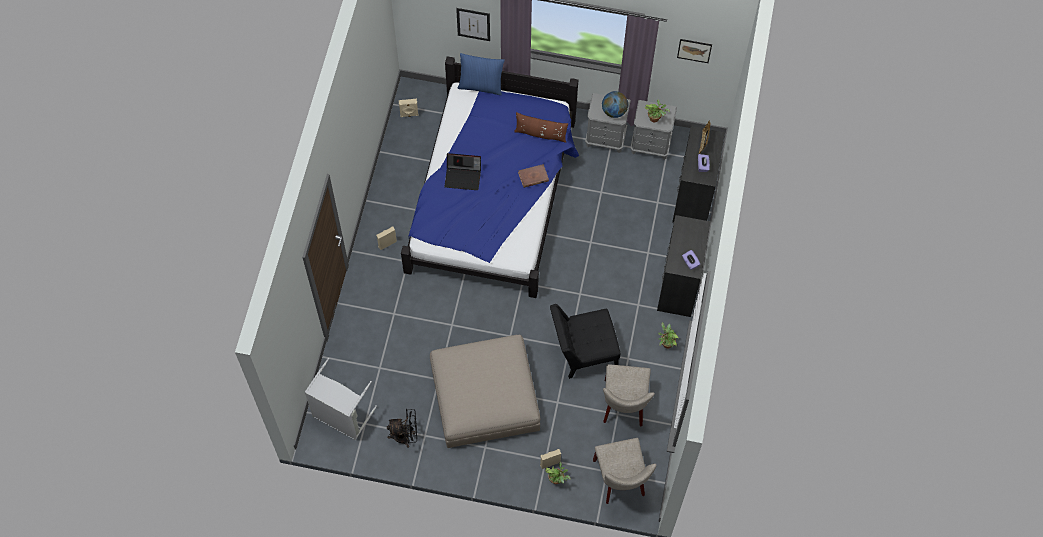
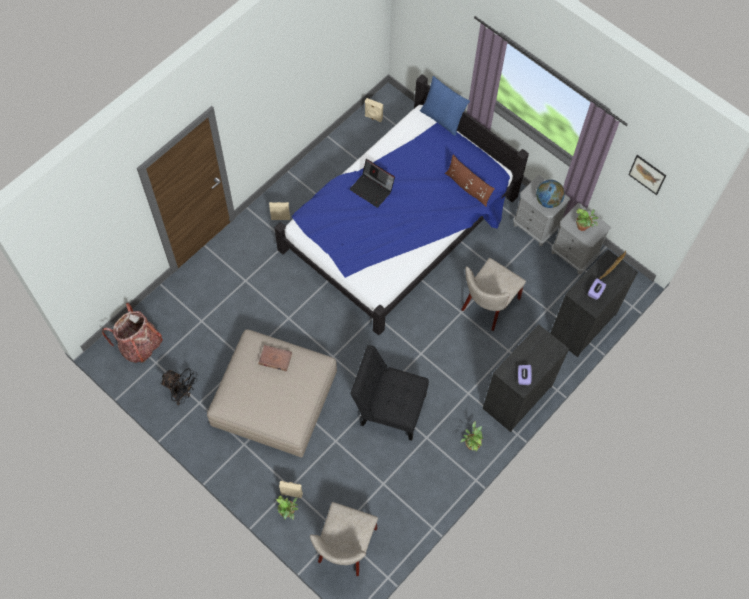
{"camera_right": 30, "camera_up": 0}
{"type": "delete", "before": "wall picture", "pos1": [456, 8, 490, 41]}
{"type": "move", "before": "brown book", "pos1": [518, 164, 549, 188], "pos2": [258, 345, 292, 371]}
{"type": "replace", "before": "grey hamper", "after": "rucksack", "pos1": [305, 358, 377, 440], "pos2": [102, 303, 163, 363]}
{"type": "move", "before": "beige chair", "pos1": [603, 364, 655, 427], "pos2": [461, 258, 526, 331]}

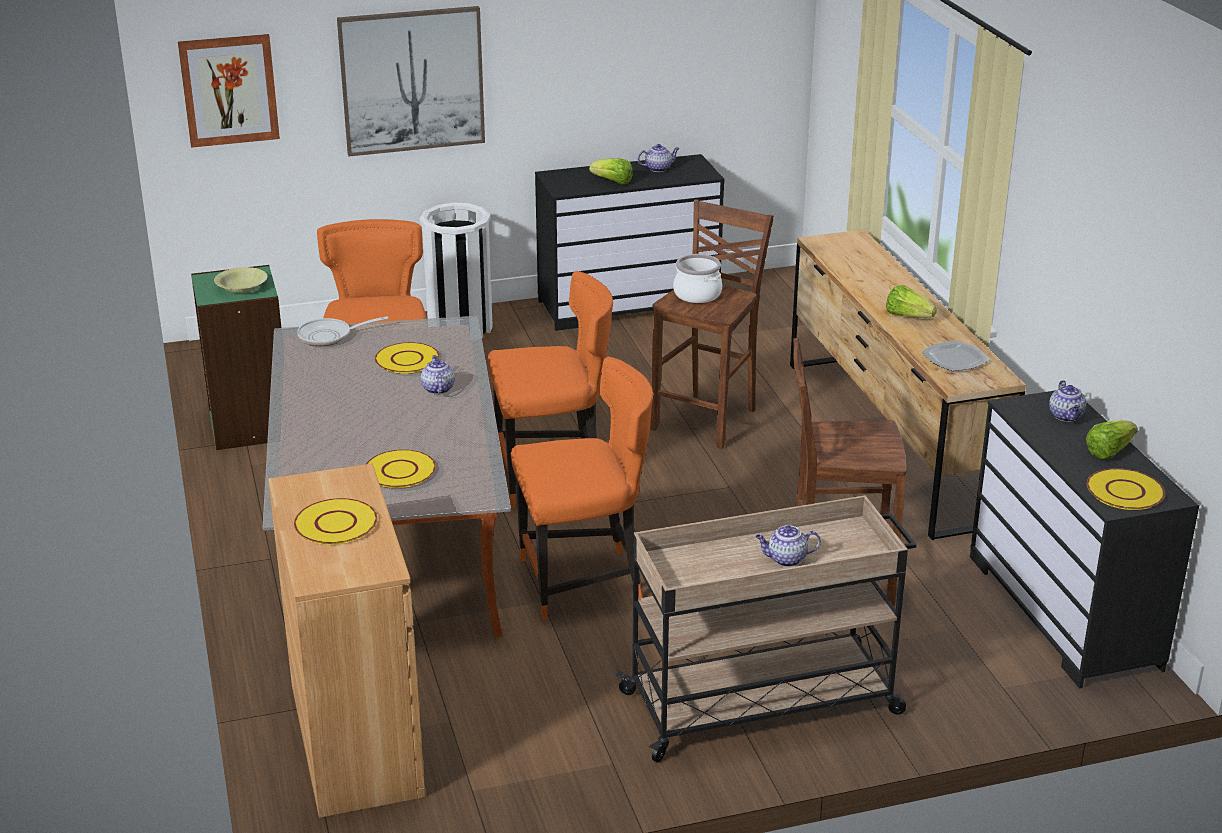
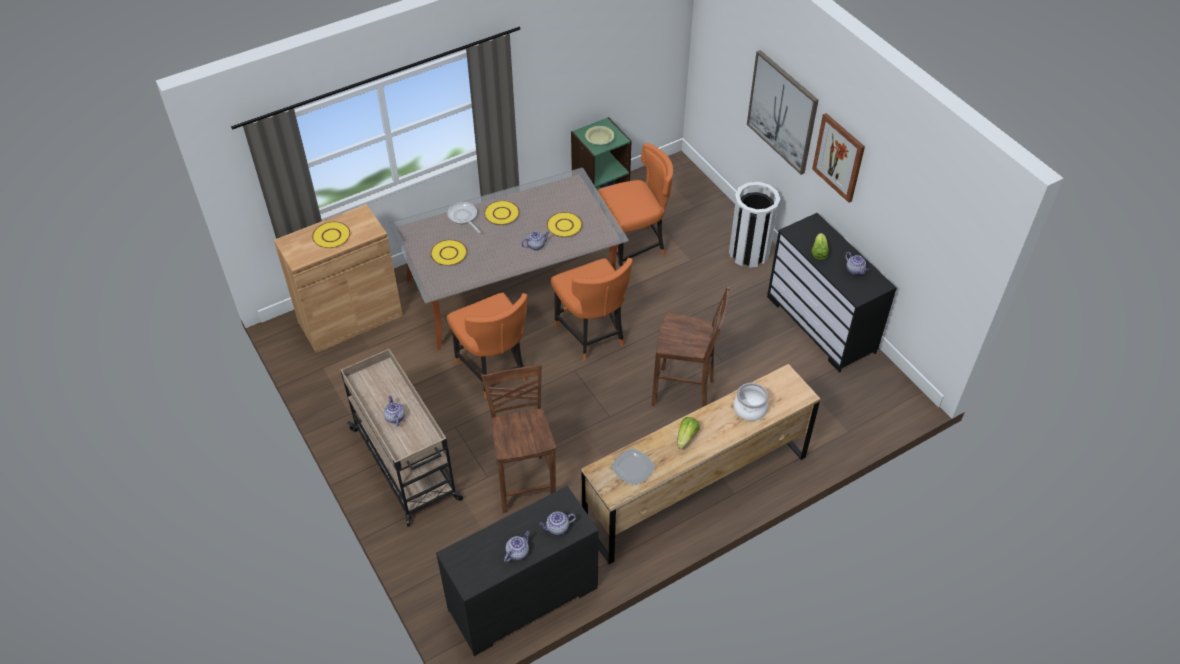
{"camera_right": 75, "camera_up": 20}
{"type": "move", "before": "wall picture", "pos1": [178, 34, 280, 148], "pos2": [812, 113, 865, 203]}
{"type": "move", "before": "saucepot", "pos1": [673, 254, 722, 303], "pos2": [734, 383, 768, 421]}
{"type": "move", "before": "skillet", "pos1": [297, 316, 388, 346], "pos2": [447, 202, 481, 233]}
{"type": "replace", "before": "lettuce head", "after": "teapot", "pos1": [1086, 420, 1138, 459], "pos2": [504, 530, 530, 562]}
{"type": "move", "before": "yellowish flat dish", "pos1": [1087, 468, 1165, 510], "pos2": [484, 200, 520, 225]}

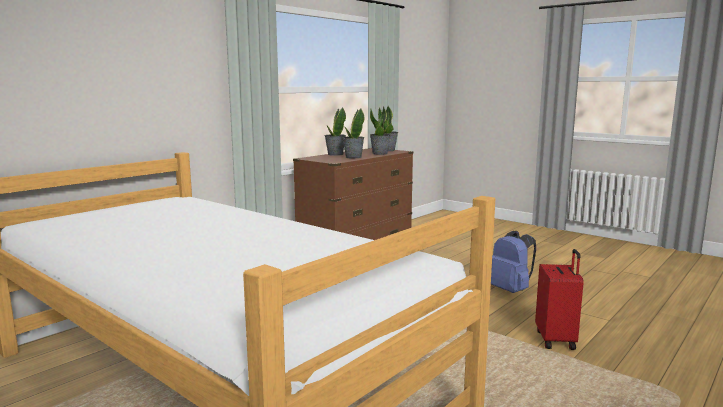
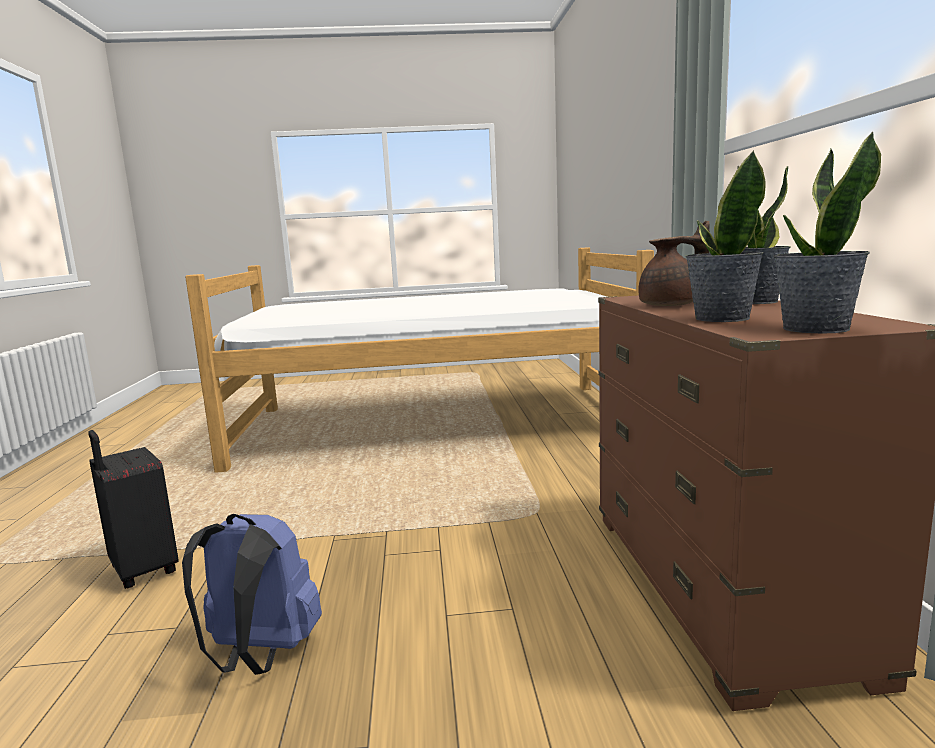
{"camera_right": 135, "camera_up": 0}
{"type": "replace", "before": "plant in a pot", "after": "brown teapot", "pos1": [342, 109, 364, 159], "pos2": [638, 221, 710, 306]}
{"type": "recolor", "before": "red suitcase", "after": "black suitcase", "pos1": [535, 249, 584, 350], "pos2": [88, 430, 178, 589]}

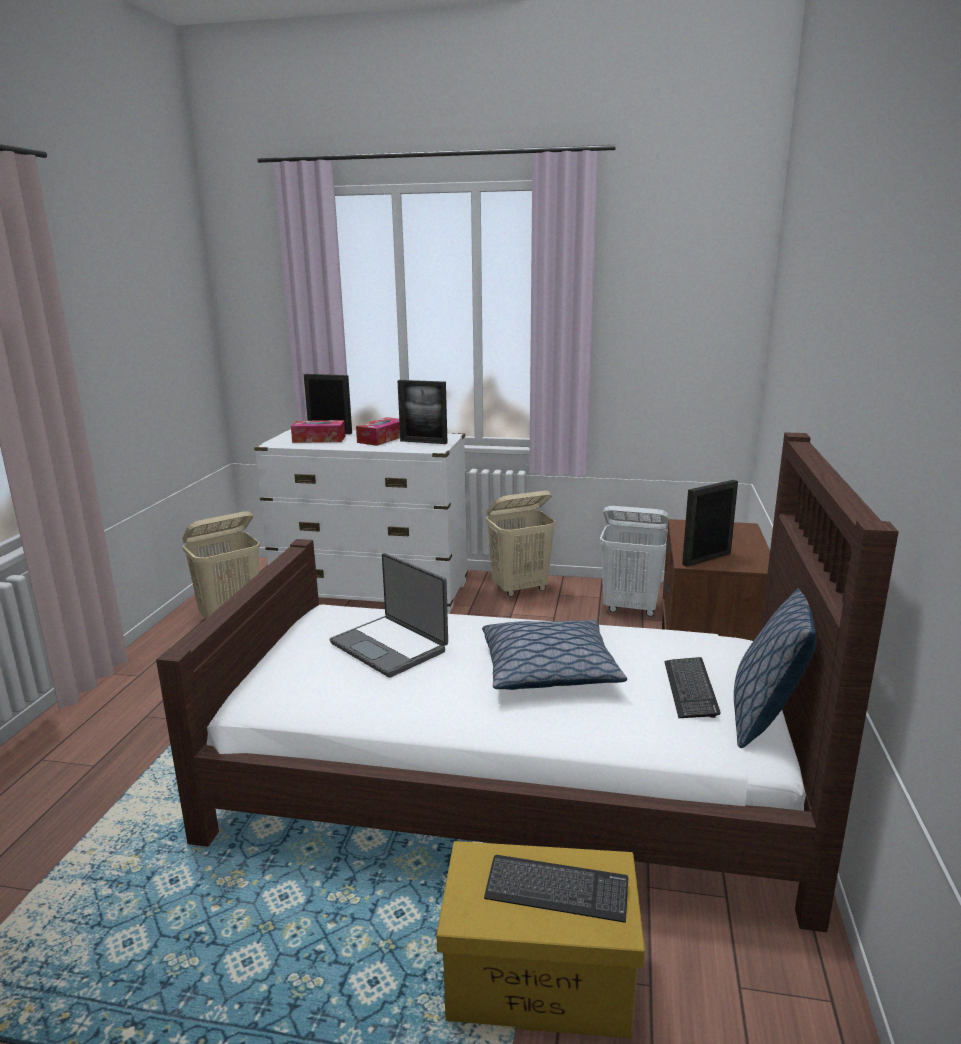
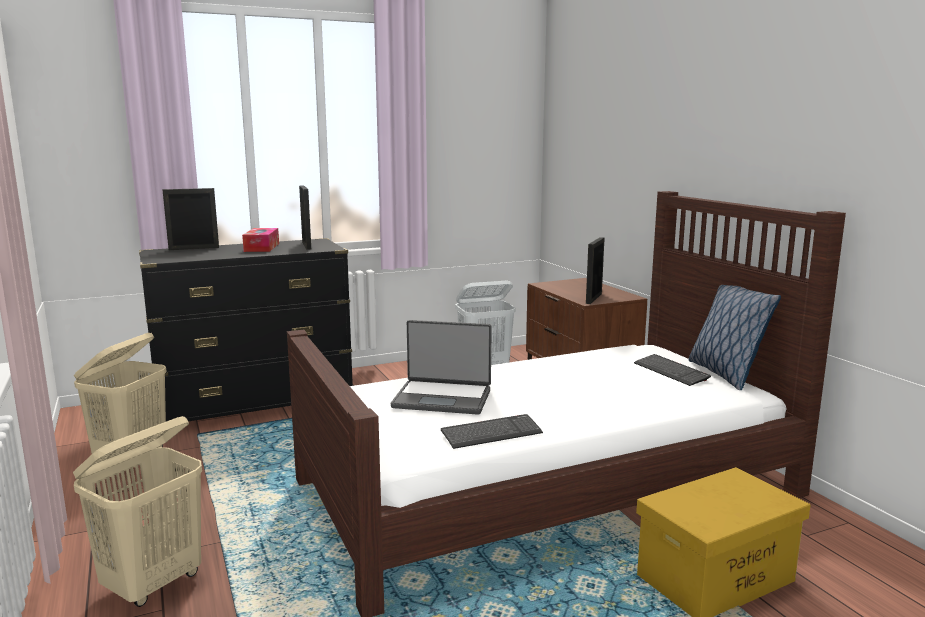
{"camera_right": -35, "camera_up": -5}
{"type": "rotate", "before": "picture frame", "pos1": [398, 380, 448, 444], "pos2": [299, 185, 311, 250], "turn": 90}
{"type": "delete", "before": "tissue holder", "pos1": [291, 420, 346, 443]}
{"type": "recolor", "before": "white-coloured dresser", "after": "black dresser", "pos1": [254, 428, 468, 614], "pos2": [139, 238, 353, 421]}
{"type": "move", "before": "beige hamper", "pos1": [486, 491, 555, 597], "pos2": [73, 416, 202, 607]}
{"type": "delete", "before": "throw pillow", "pos1": [482, 620, 627, 690]}
{"type": "move", "before": "keyboard", "pos1": [484, 855, 628, 923], "pos2": [441, 414, 543, 449]}

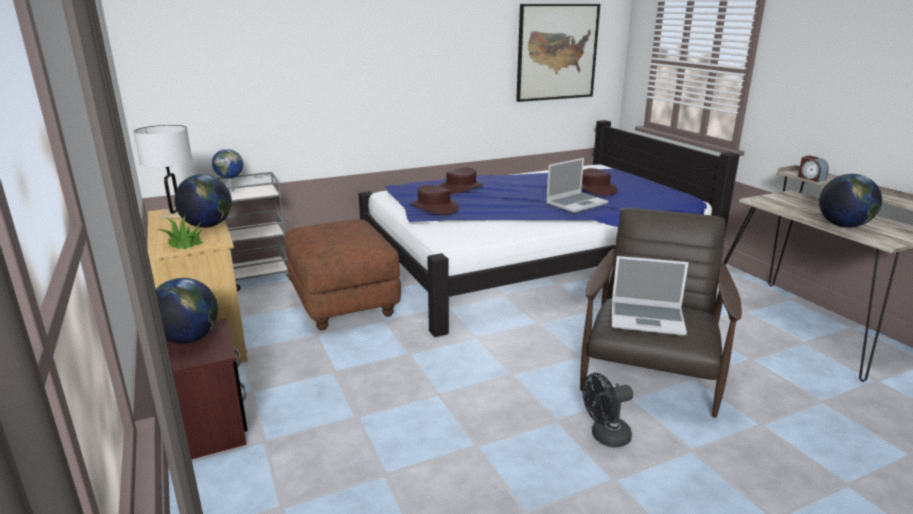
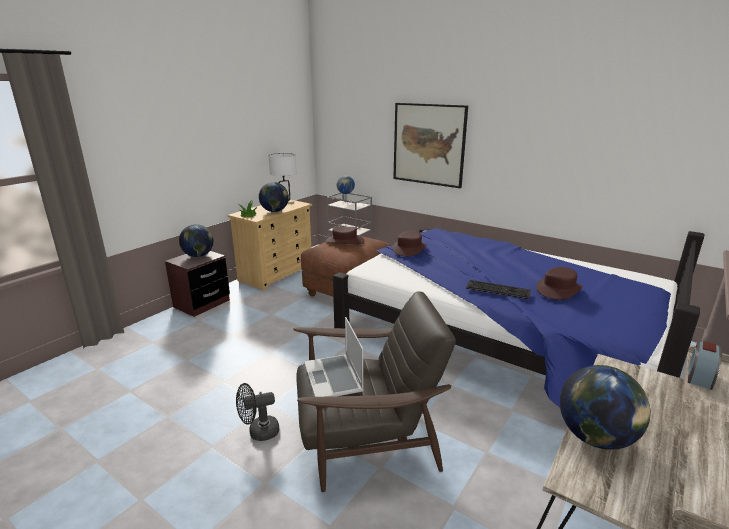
{"camera_right": 60, "camera_up": 0}
{"type": "move", "before": "wall picture", "pos1": [516, 4, 600, 102], "pos2": [393, 103, 468, 188]}
{"type": "replace", "before": "notebook computer", "after": "keyboard", "pos1": [546, 158, 608, 213], "pos2": [466, 280, 531, 299]}
{"type": "move", "before": "brown hat", "pos1": [439, 167, 484, 194], "pos2": [326, 226, 364, 244]}
{"type": "rotate", "before": "black electric fan", "pos1": [583, 373, 633, 448], "pos2": [236, 383, 279, 441], "turn": -60}

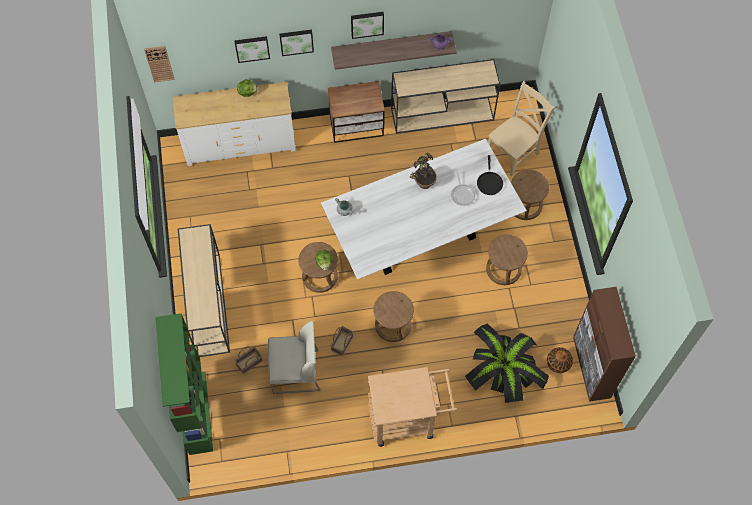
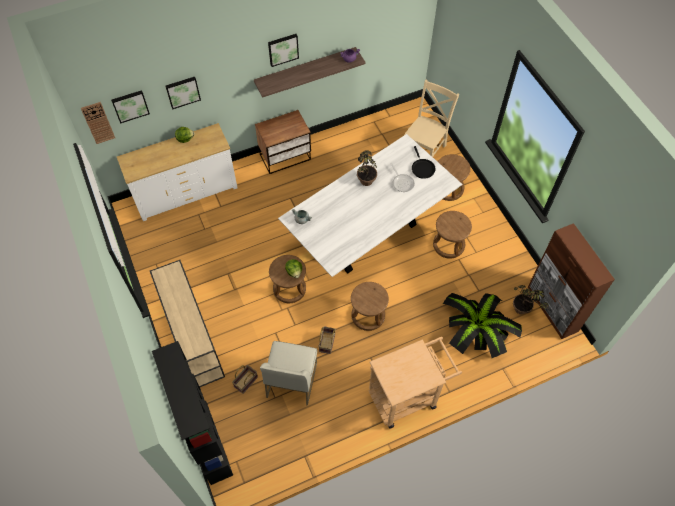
{"camera_right": -15, "camera_up": -5}
{"type": "move", "before": "wall picture", "pos1": [279, 30, 314, 56], "pos2": [111, 90, 150, 124]}
{"type": "delete", "before": "beige console table", "pos1": [391, 59, 500, 134]}
{"type": "recolor", "before": "green-coloured bookshelf", "after": "black bookshelf", "pos1": [155, 313, 213, 455], "pos2": [152, 341, 233, 485]}
{"type": "rotate", "before": "white-coloured chair", "pos1": [268, 321, 321, 394], "pos2": [260, 341, 317, 406], "turn": 120}
{"type": "replace", "before": "decorative vase", "after": "plant in a pot", "pos1": [547, 347, 573, 373], "pos2": [513, 285, 549, 314]}

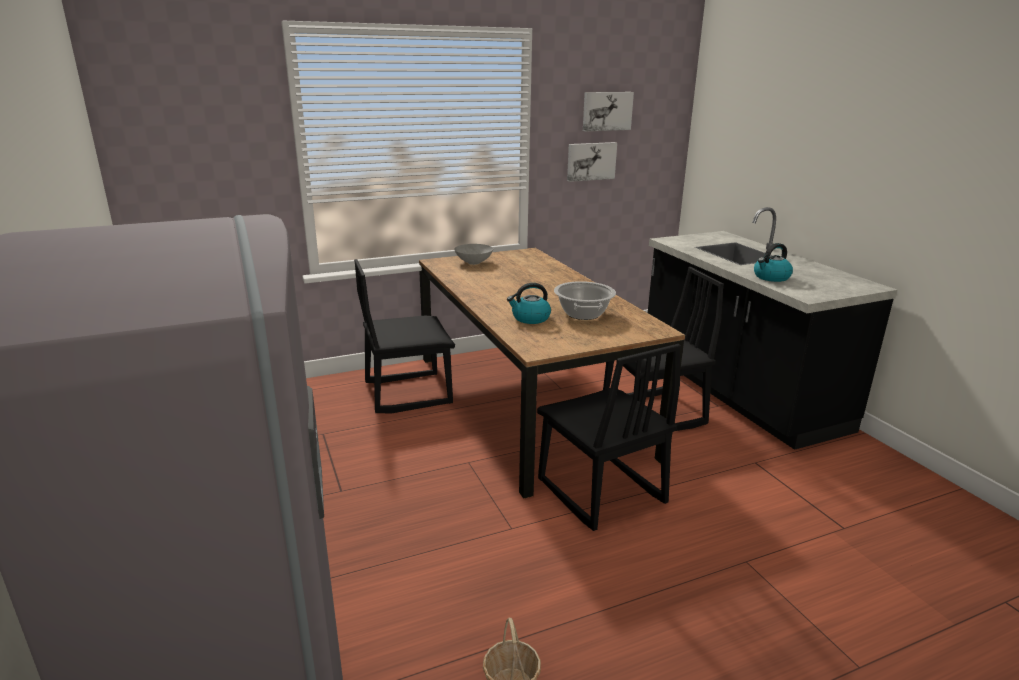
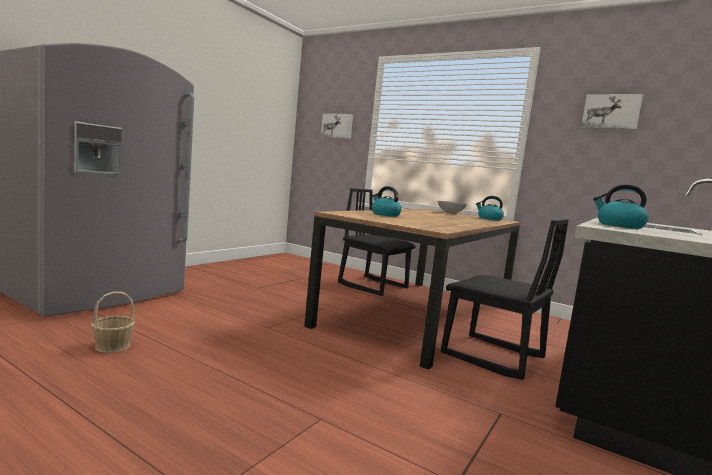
{"camera_right": 55, "camera_up": -15}
{"type": "move", "before": "wall picture", "pos1": [567, 142, 617, 182], "pos2": [321, 113, 353, 139]}
{"type": "delete", "before": "saucepot", "pos1": [554, 281, 616, 320]}
{"type": "delete", "before": "black chair", "pos1": [537, 344, 681, 531]}
{"type": "insert", "after": "kettle", "pos2": [476, 196, 504, 221]}

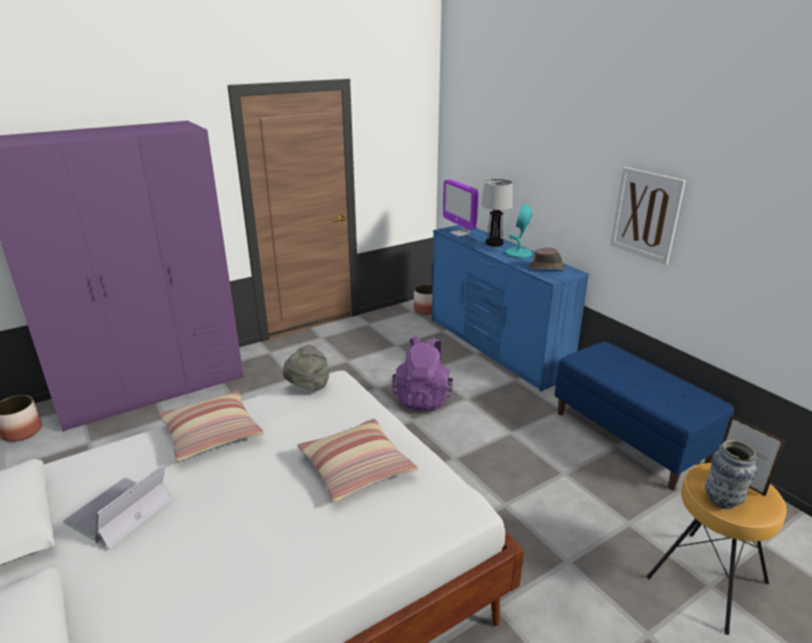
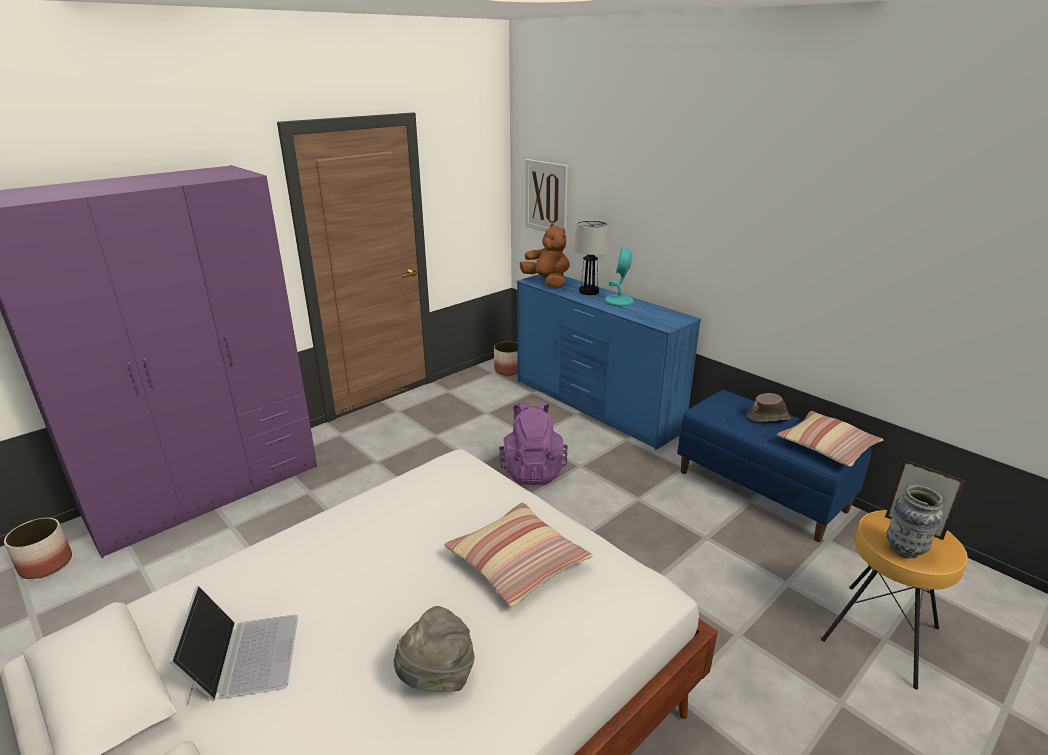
{"camera_right": -10, "camera_up": 0}
{"type": "move", "before": "wall picture", "pos1": [610, 167, 686, 265], "pos2": [525, 159, 568, 235]}
{"type": "replace", "before": "computer display", "after": "brown soft toy", "pos1": [443, 179, 479, 236], "pos2": [520, 224, 570, 288]}
{"type": "move", "before": "brown hat", "pos1": [529, 247, 566, 270], "pos2": [747, 393, 791, 422]}
{"type": "move", "before": "grey hat", "pos1": [283, 345, 329, 391], "pos2": [394, 606, 475, 692]}
{"type": "move", "before": "throw pillow", "pos1": [158, 390, 264, 461], "pos2": [777, 411, 883, 467]}
{"type": "rotate", "before": "notebook computer", "pos1": [63, 464, 172, 550], "pos2": [169, 585, 298, 704], "turn": 150}

